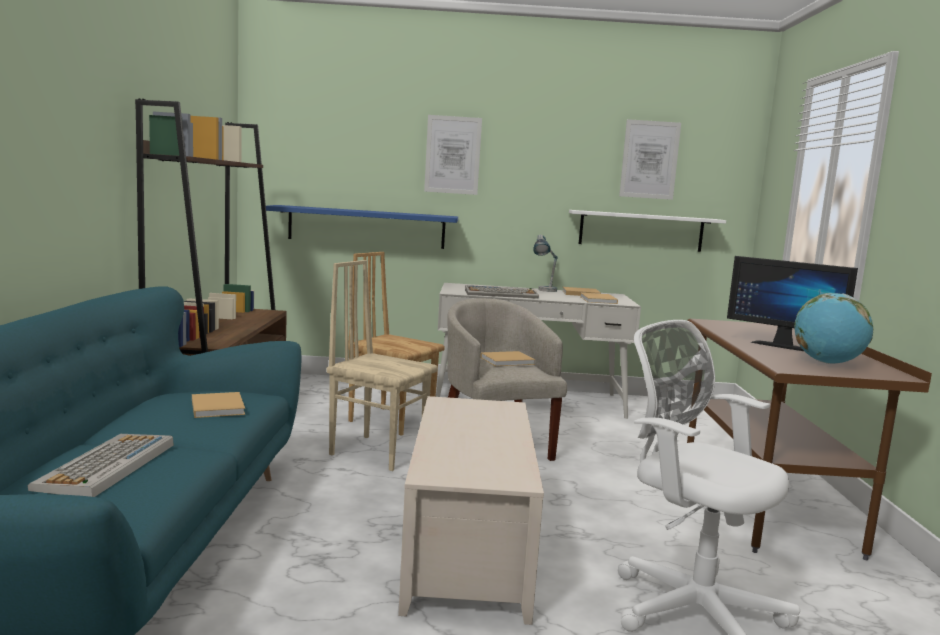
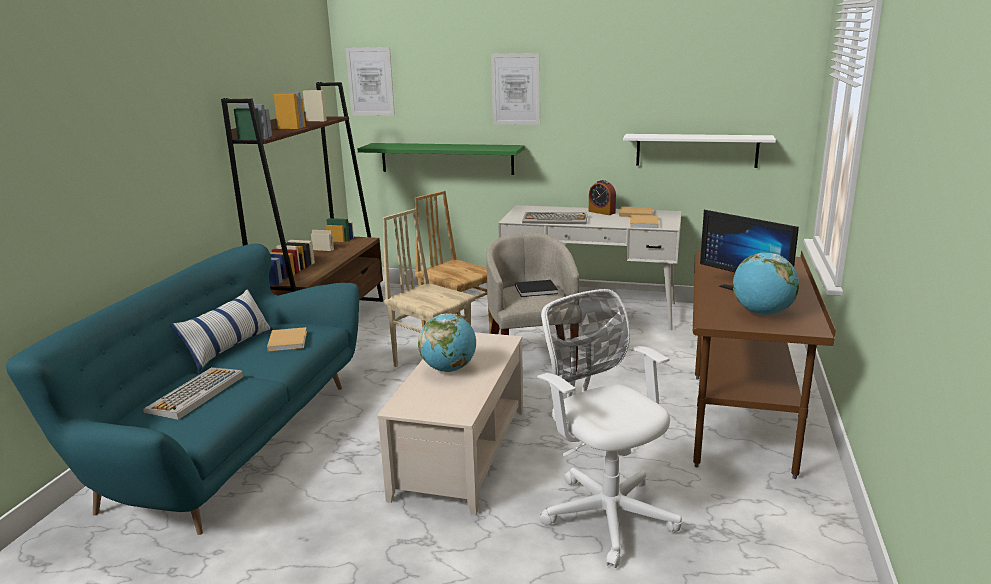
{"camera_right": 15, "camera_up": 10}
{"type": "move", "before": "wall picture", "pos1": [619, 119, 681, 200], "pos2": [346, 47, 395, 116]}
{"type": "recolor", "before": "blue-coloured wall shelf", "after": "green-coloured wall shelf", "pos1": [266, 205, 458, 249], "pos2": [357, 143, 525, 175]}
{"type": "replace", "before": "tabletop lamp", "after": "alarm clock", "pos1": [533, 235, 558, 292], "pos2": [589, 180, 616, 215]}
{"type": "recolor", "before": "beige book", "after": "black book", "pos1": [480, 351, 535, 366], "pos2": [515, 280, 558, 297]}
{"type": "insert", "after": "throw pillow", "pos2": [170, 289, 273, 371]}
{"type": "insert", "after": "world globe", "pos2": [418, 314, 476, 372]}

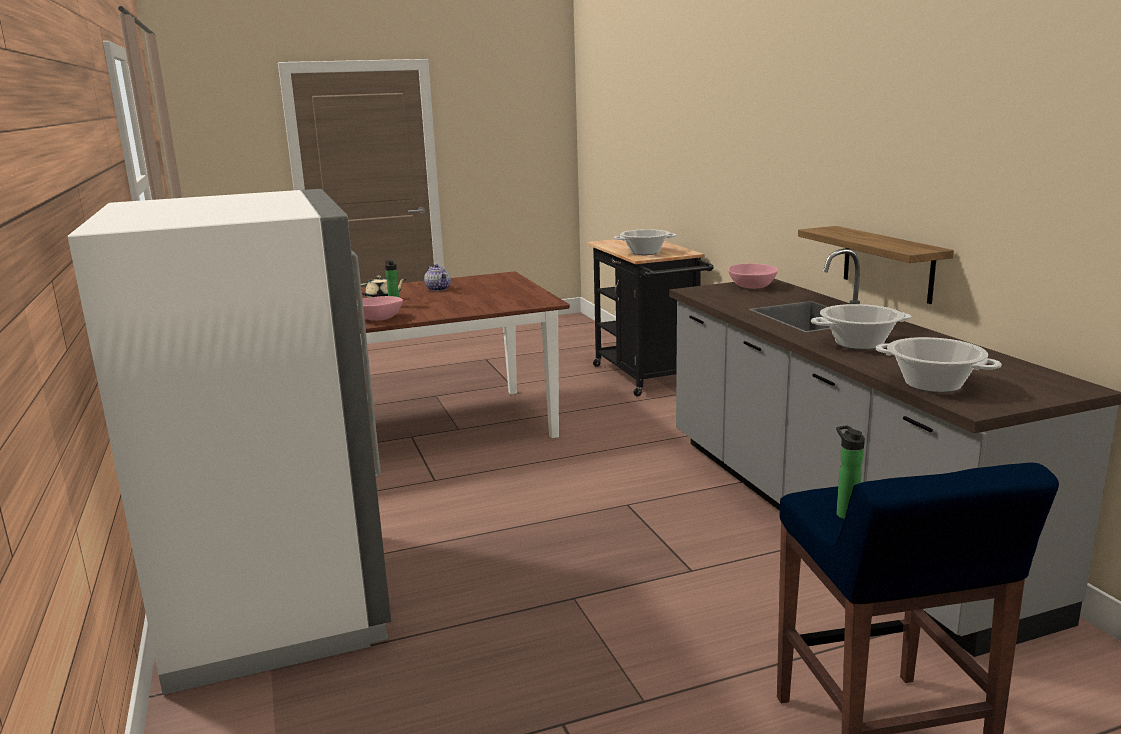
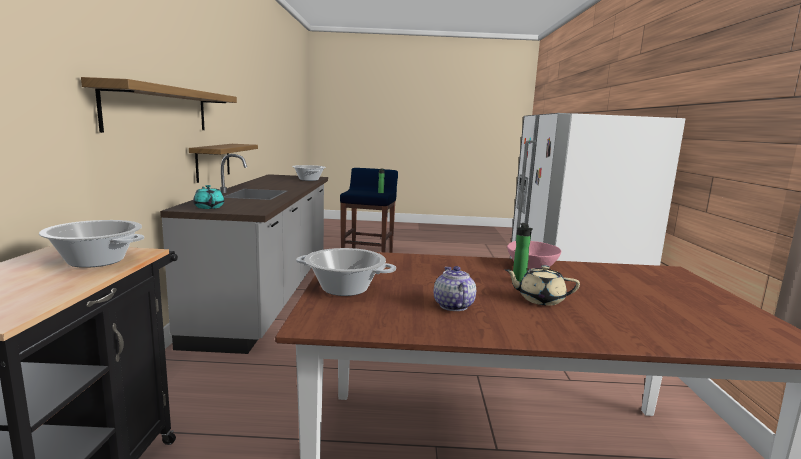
{"camera_right": -160, "camera_up": -5}
{"type": "replace", "before": "pink bowl", "after": "blue-green teapot", "pos1": [728, 263, 778, 289], "pos2": [193, 185, 224, 209]}
{"type": "move", "before": "saucepot", "pos1": [811, 304, 911, 350], "pos2": [296, 248, 396, 296]}
{"type": "insert", "after": "wall shelf", "pos2": [81, 77, 237, 133]}

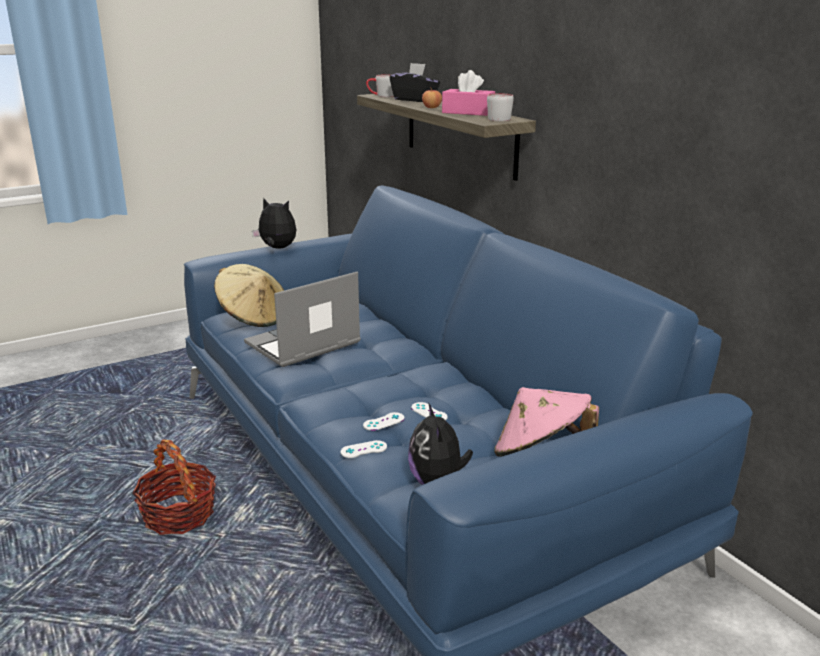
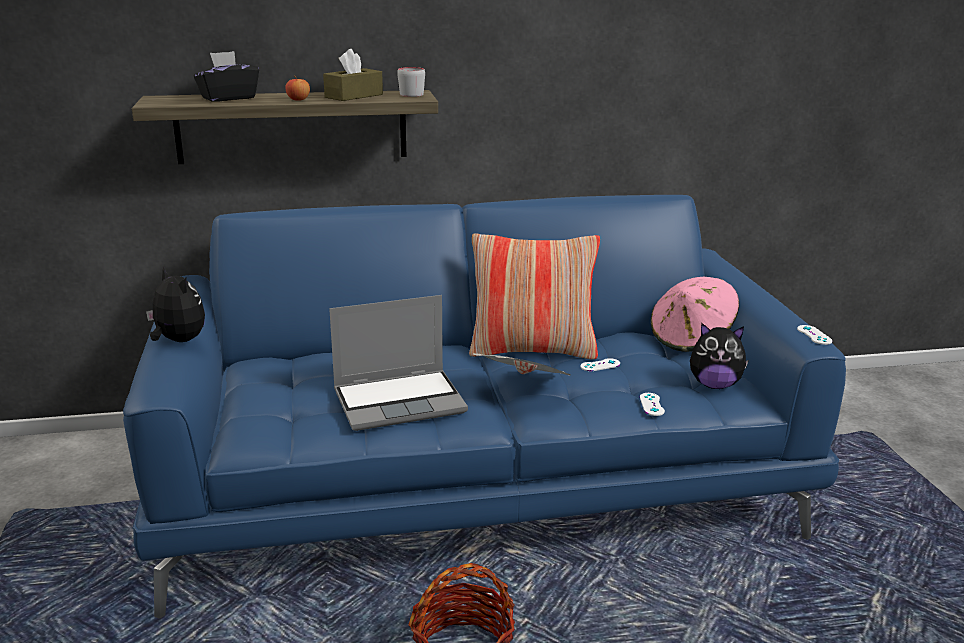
{"camera_right": -70, "camera_up": 0}
{"type": "recolor", "before": "pink tissue holder", "after": "brown tissue holder", "pos1": [442, 70, 495, 116], "pos2": [323, 49, 383, 101]}
{"type": "delete", "before": "grey coffee mug", "pos1": [366, 74, 394, 97]}
{"type": "rotate", "before": "soft toy", "pos1": [252, 198, 296, 249], "pos2": [146, 266, 205, 342], "turn": 90}
{"type": "delete", "before": "beige hat", "pos1": [214, 264, 284, 327]}
{"type": "rotate", "before": "notebook computer", "pos1": [244, 271, 361, 367], "pos2": [329, 295, 468, 431], "turn": -90}
{"type": "move", "before": "white-coloured joypad", "pos1": [363, 412, 405, 431], "pos2": [797, 325, 832, 345]}
{"type": "insert", "after": "throw pillow", "pos2": [469, 233, 600, 360]}
{"type": "insert", "after": "printed paper", "pos2": [473, 353, 572, 376]}

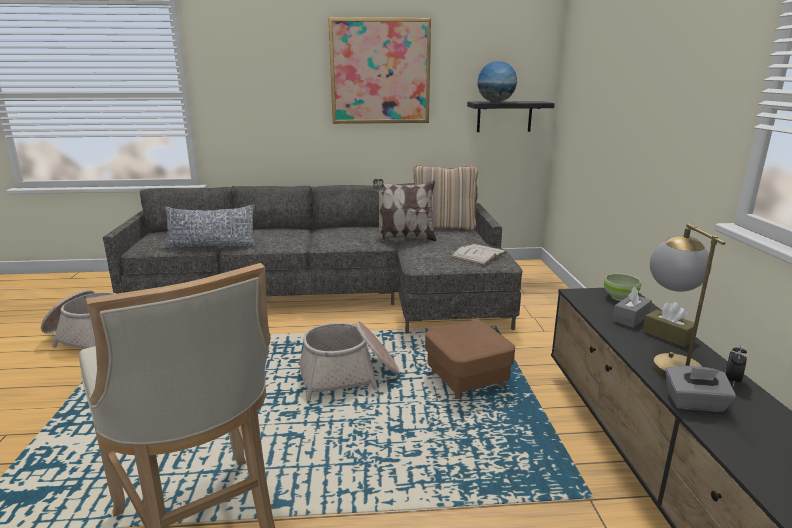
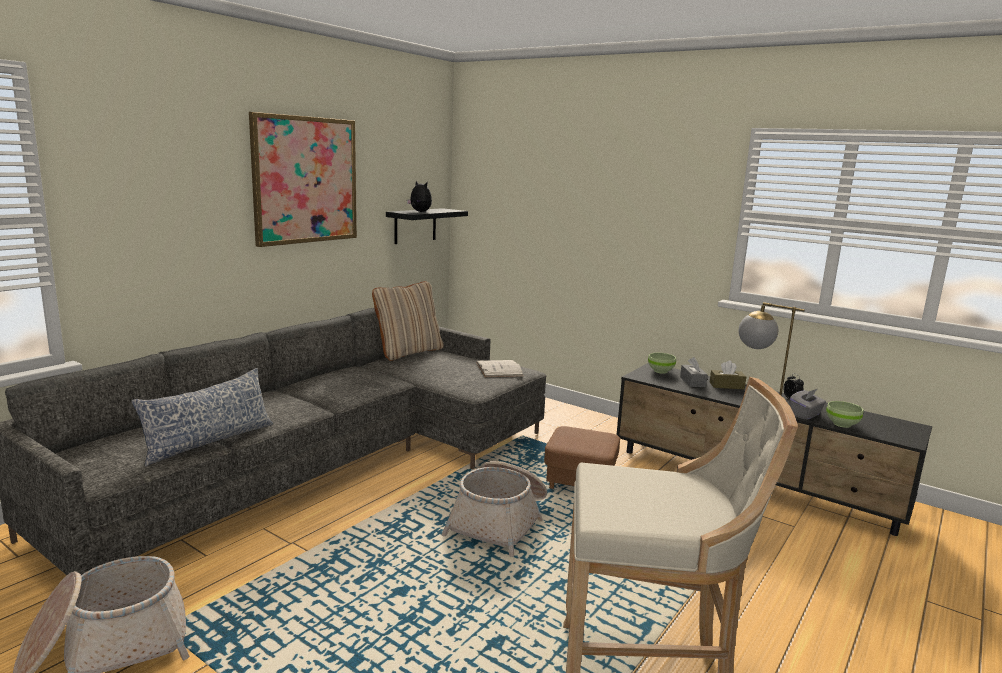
{"camera_right": -50, "camera_up": -5}
{"type": "replace", "before": "world globe", "after": "soft toy", "pos1": [478, 61, 517, 102], "pos2": [407, 181, 432, 212]}
{"type": "delete", "before": "throw pillow", "pos1": [373, 179, 437, 242]}
{"type": "insert", "after": "green-coloured bowl", "pos2": [826, 401, 864, 428]}

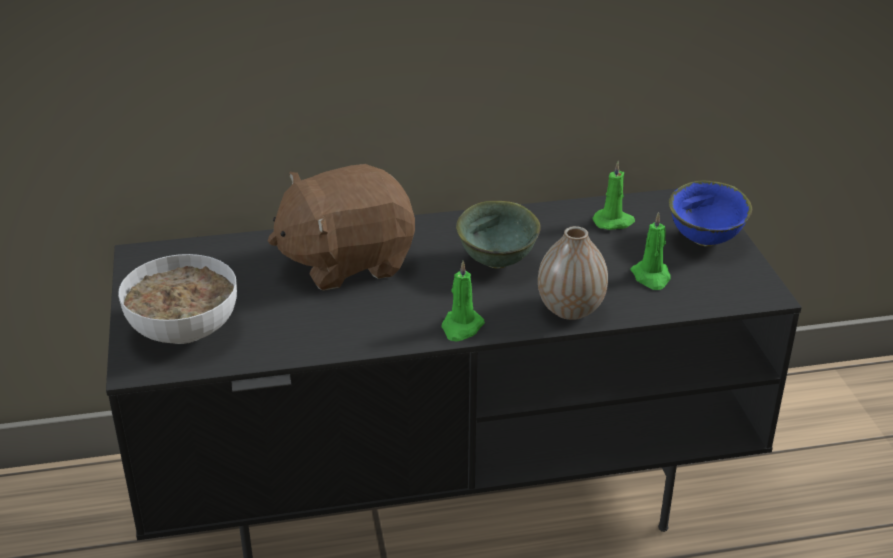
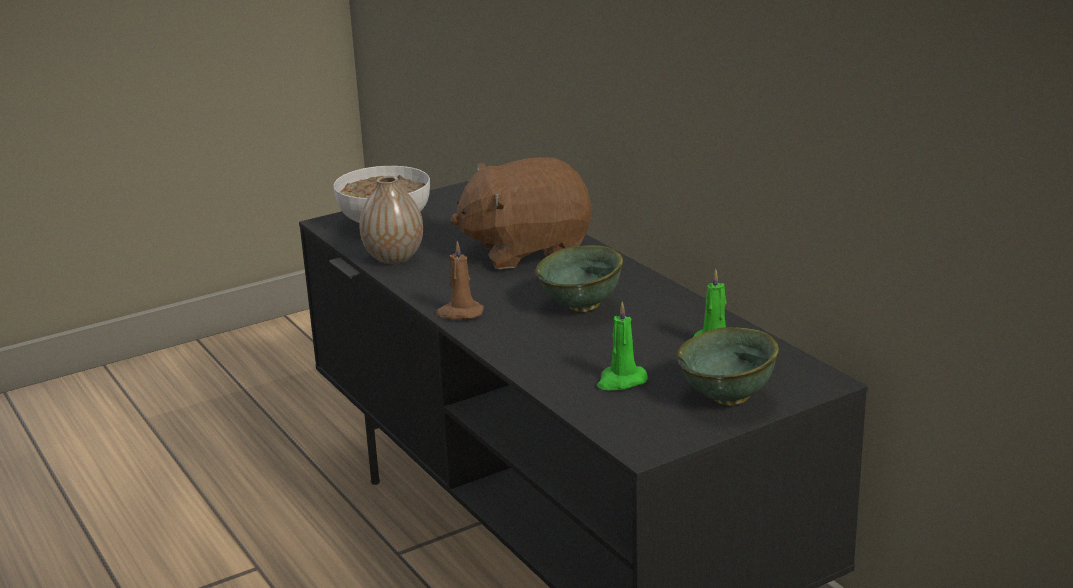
{"camera_right": 70, "camera_up": -10}
{"type": "rotate", "before": "brown soft toy", "pos1": [268, 164, 415, 291], "pos2": [450, 157, 591, 269], "turn": -60}
{"type": "recolor", "before": "blue-coloured bowl", "after": "green-coloured bowl", "pos1": [669, 180, 752, 246], "pos2": [676, 327, 779, 406]}
{"type": "move", "before": "decorative vase", "pos1": [538, 226, 608, 320], "pos2": [359, 176, 423, 264]}
{"type": "recolor", "before": "green-coloured candle", "after": "brown candle", "pos1": [441, 261, 485, 342], "pos2": [436, 241, 484, 319]}

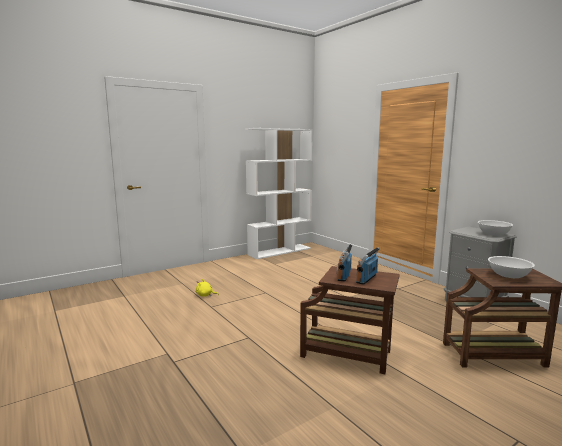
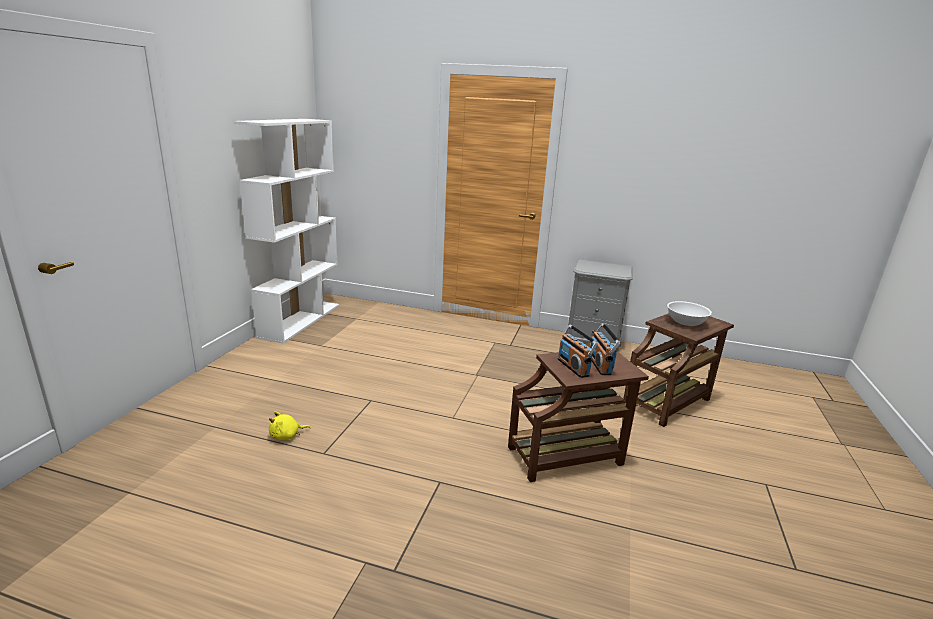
{"camera_right": -40, "camera_up": 10}
{"type": "delete", "before": "white-coloured bowl", "pos1": [478, 220, 513, 236]}

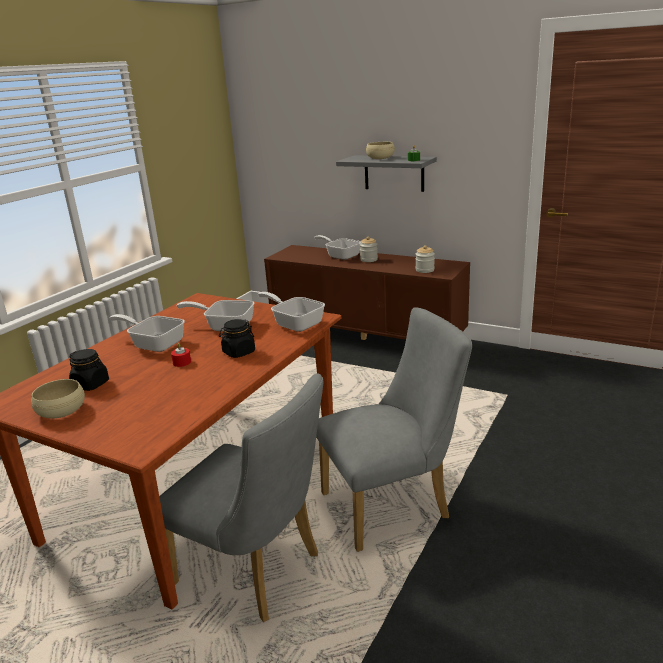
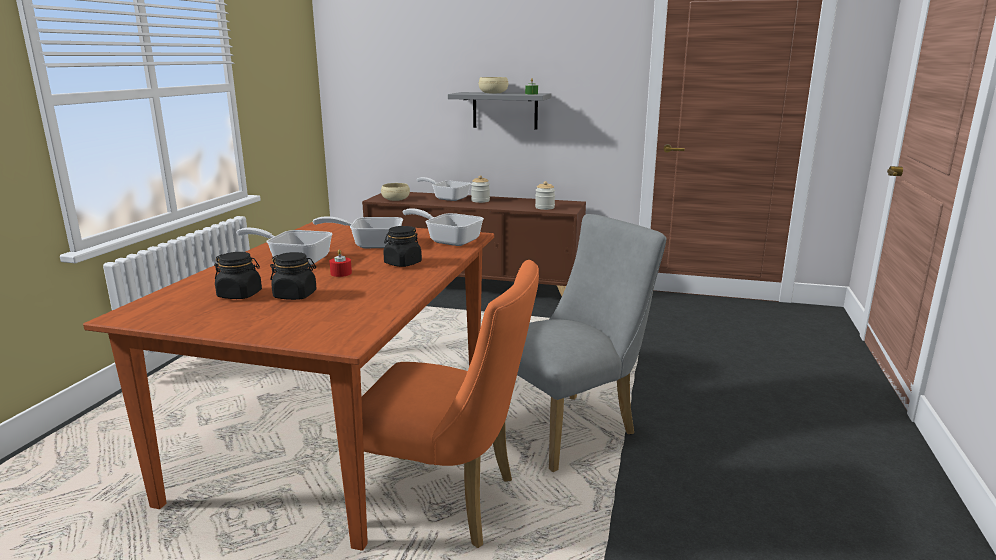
{"camera_right": -15, "camera_up": -5}
{"type": "recolor", "before": "grey chair", "after": "orange-coloured chair", "pos1": [159, 373, 323, 622], "pos2": [361, 260, 539, 548]}
{"type": "move", "before": "beige bowl", "pos1": [31, 379, 85, 418], "pos2": [381, 183, 410, 201]}
{"type": "insert", "after": "black preserve jar", "pos2": [270, 252, 317, 300]}

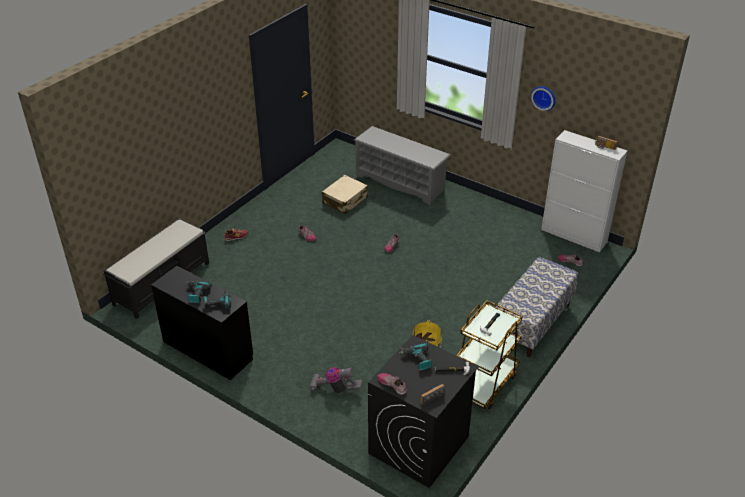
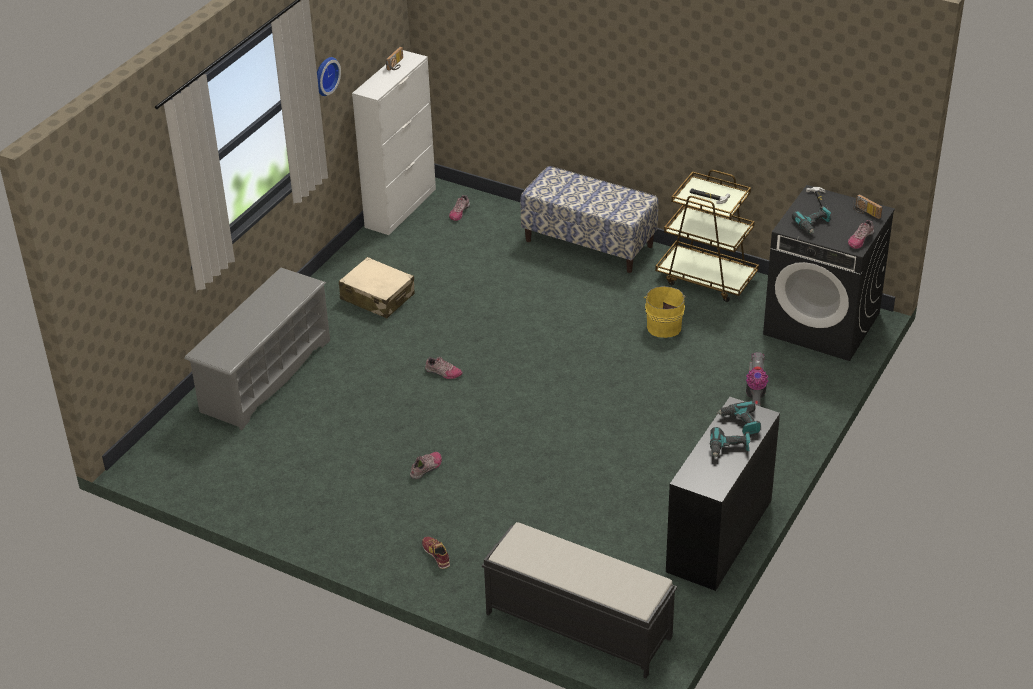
{"camera_right": -95, "camera_up": 0}
{"type": "move", "before": "beige suitcase", "pos1": [322, 175, 368, 214], "pos2": [339, 257, 414, 318]}

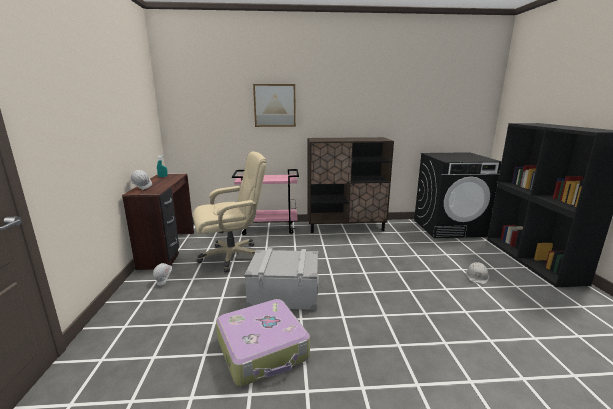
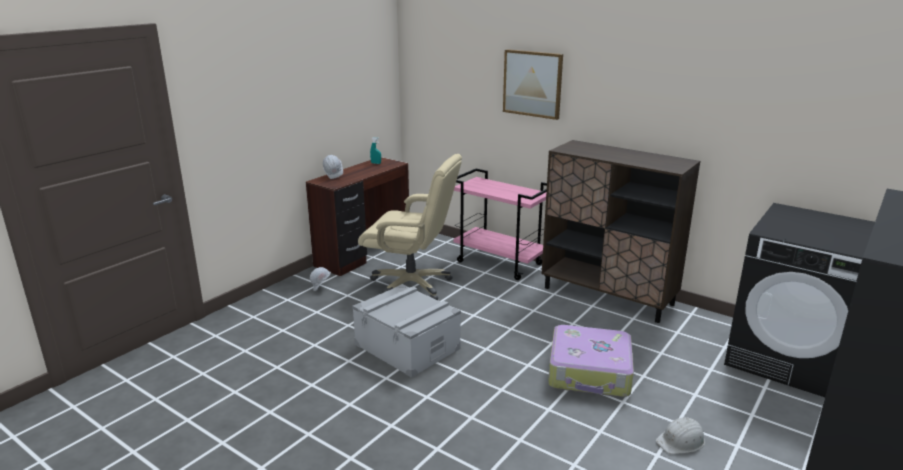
{"camera_right": 40, "camera_up": 5}
{"type": "move", "before": "suitcase", "pos1": [216, 299, 310, 386], "pos2": [548, 325, 634, 397]}

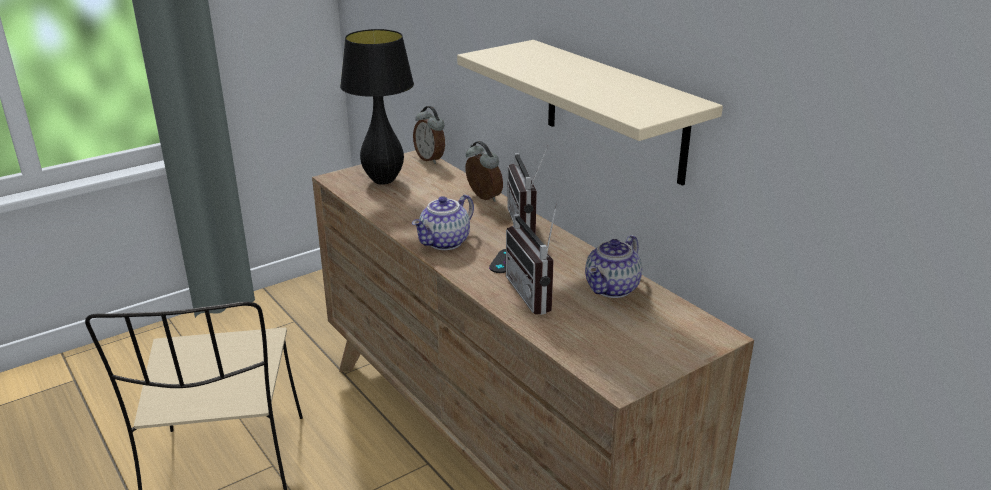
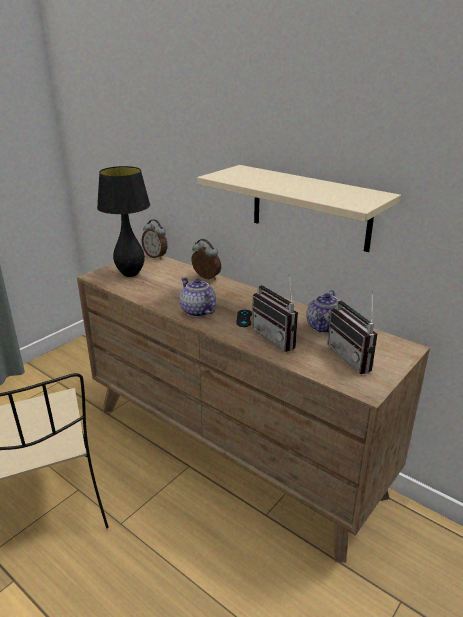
{"camera_right": -15, "camera_up": 0}
{"type": "move", "before": "radio set", "pos1": [507, 145, 549, 234], "pos2": [327, 291, 378, 374]}
{"type": "rotate", "before": "teapot", "pos1": [412, 195, 474, 250], "pos2": [180, 277, 216, 317], "turn": 120}

